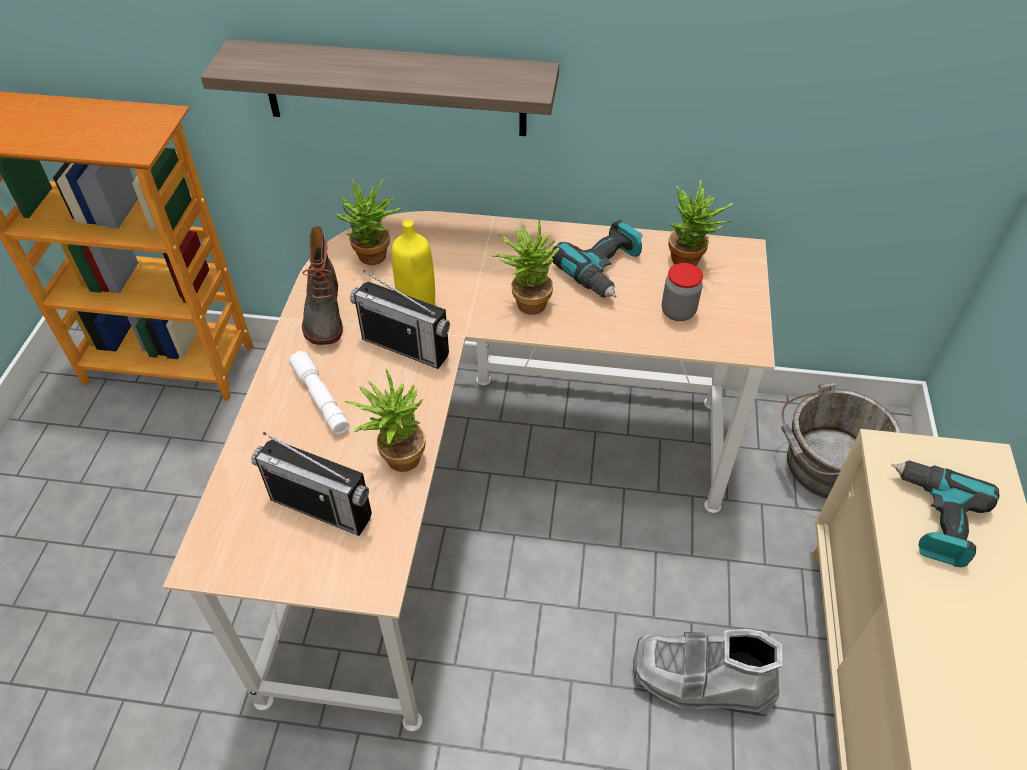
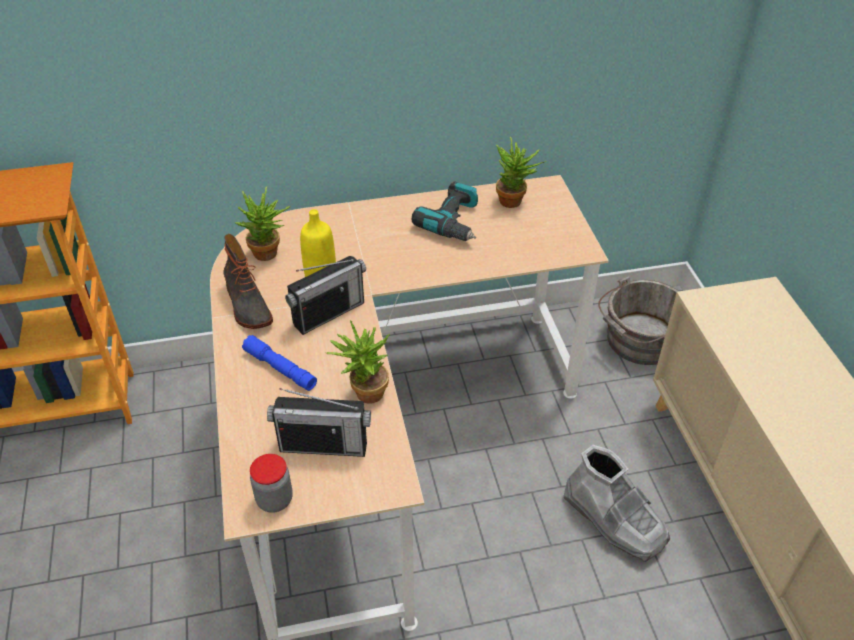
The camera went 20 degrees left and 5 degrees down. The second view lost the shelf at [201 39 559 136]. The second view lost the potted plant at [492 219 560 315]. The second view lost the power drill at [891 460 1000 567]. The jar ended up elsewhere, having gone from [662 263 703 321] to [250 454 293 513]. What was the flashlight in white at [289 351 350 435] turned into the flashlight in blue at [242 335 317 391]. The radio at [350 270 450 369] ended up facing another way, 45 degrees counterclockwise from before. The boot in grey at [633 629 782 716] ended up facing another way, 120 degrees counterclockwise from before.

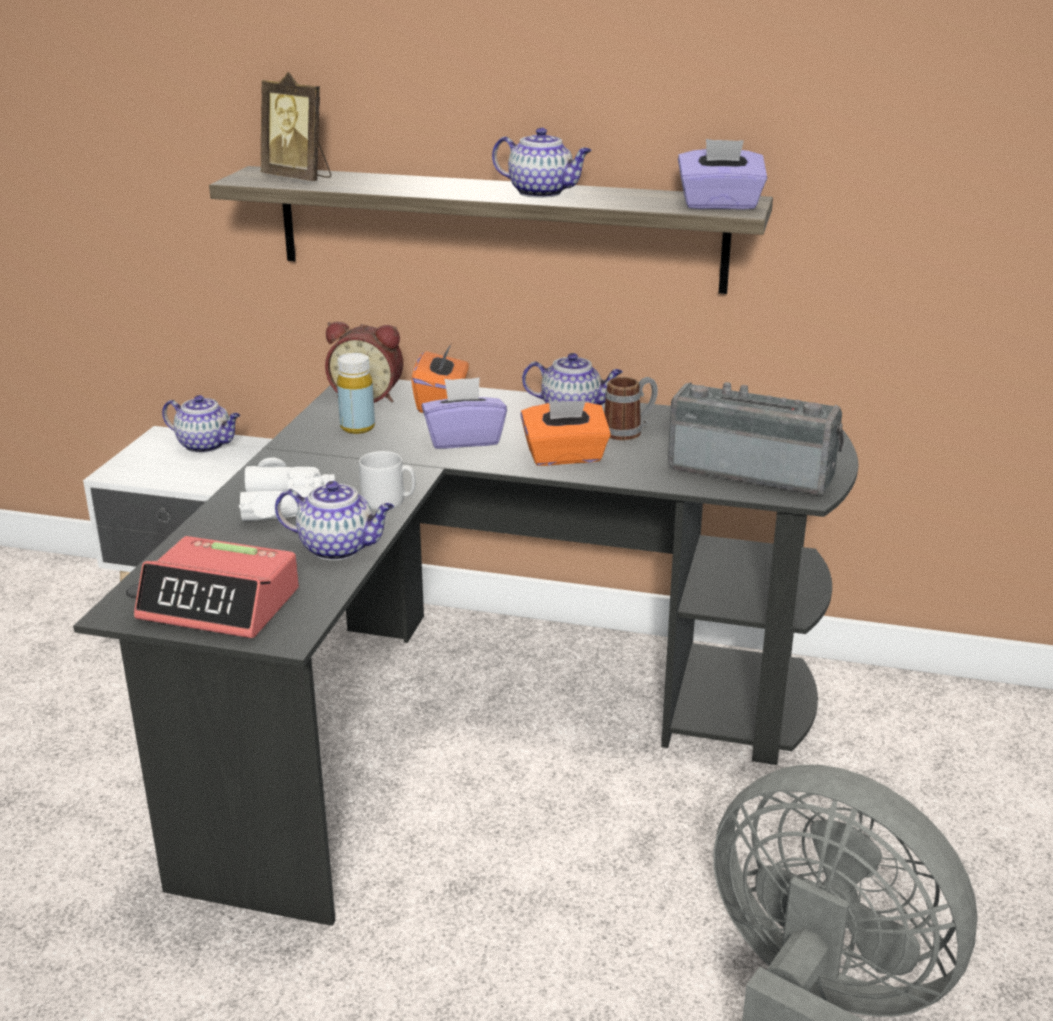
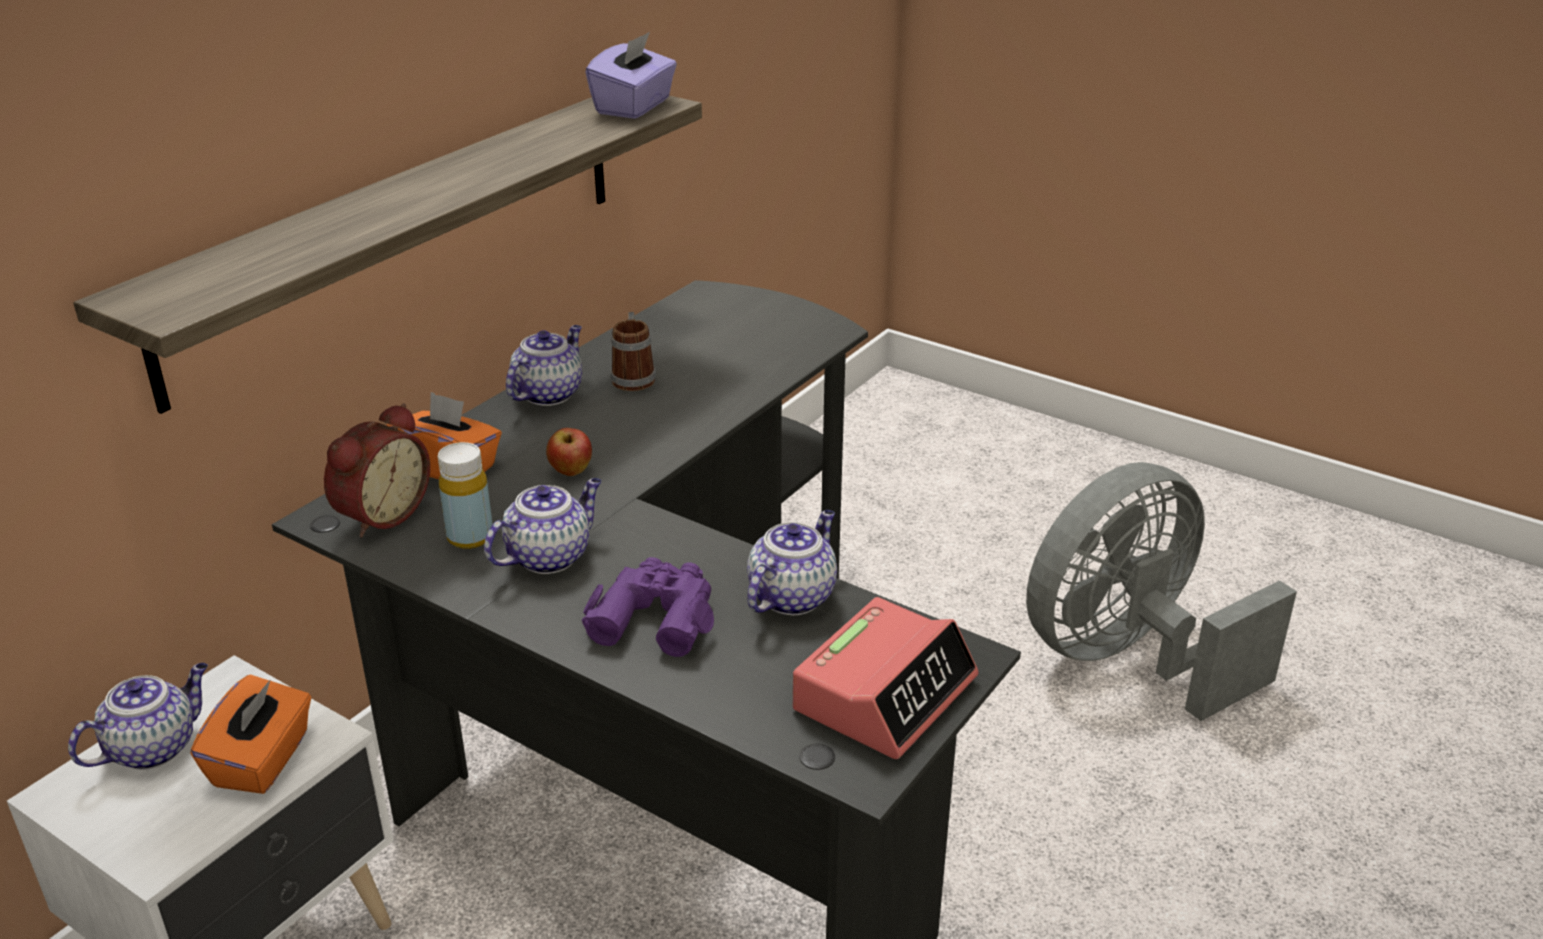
The camera went 70 degrees left and 5 degrees up. The second view lost the picture frame at [261 72 331 181]. The second view lost the mug in grey at [359 451 416 510]. The second view lost the radio at [668 382 844 495]. The teapot ended up elsewhere, having gone from [492 127 592 198] to [484 478 602 574]. The tissue box in orange ended up elsewhere, having gone from [520 400 611 466] to [191 675 312 794]. Where the tissue box in purple stood at [422 377 507 449], the apple came to stand at [546 428 592 476]. What was the binoculars in white at [239 457 335 521] turned into the binoculars in purple at [582 557 714 657].

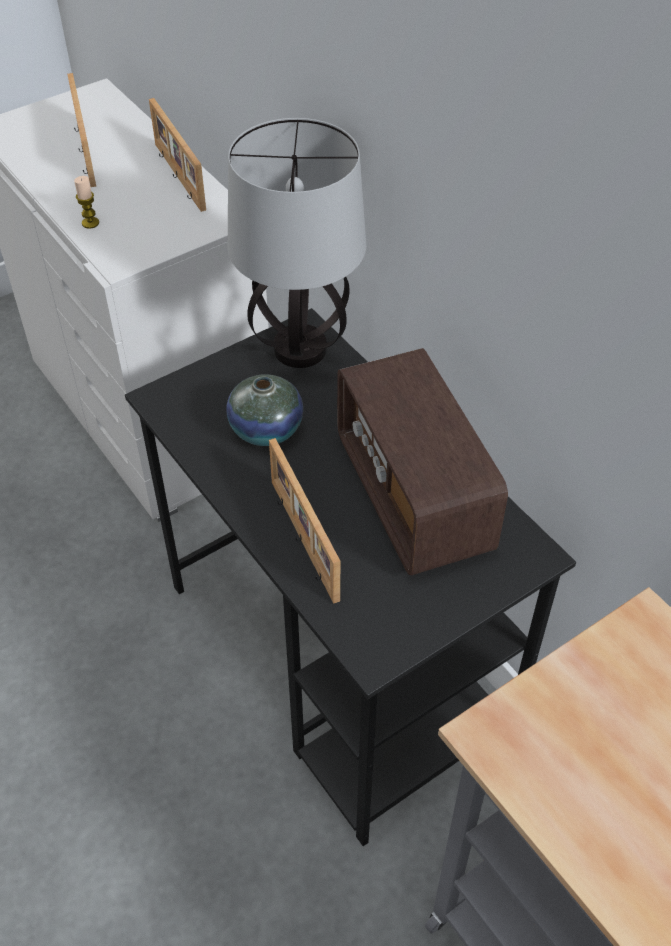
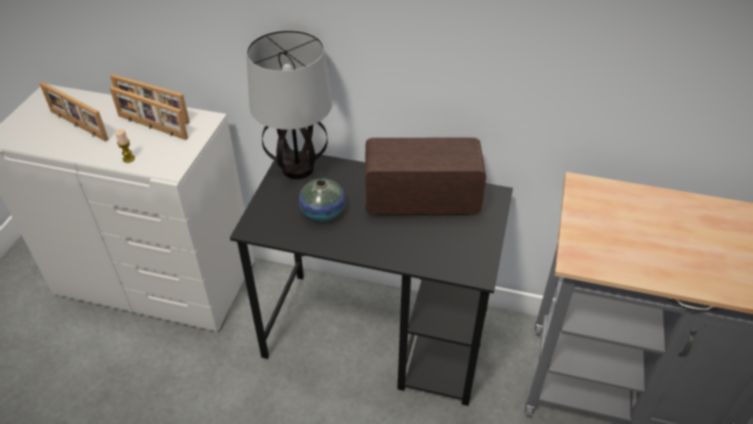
The camera went 40 degrees left and 5 degrees down. The picture frame ended up elsewhere, having gone from [269 438 340 604] to [110 86 188 140]. The radio at [337 348 508 575] ended up facing another way, 150 degrees clockwise from before.

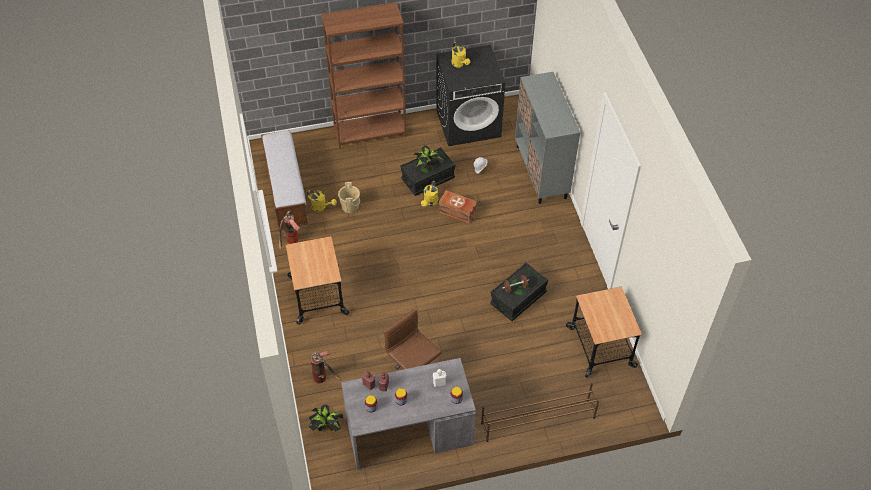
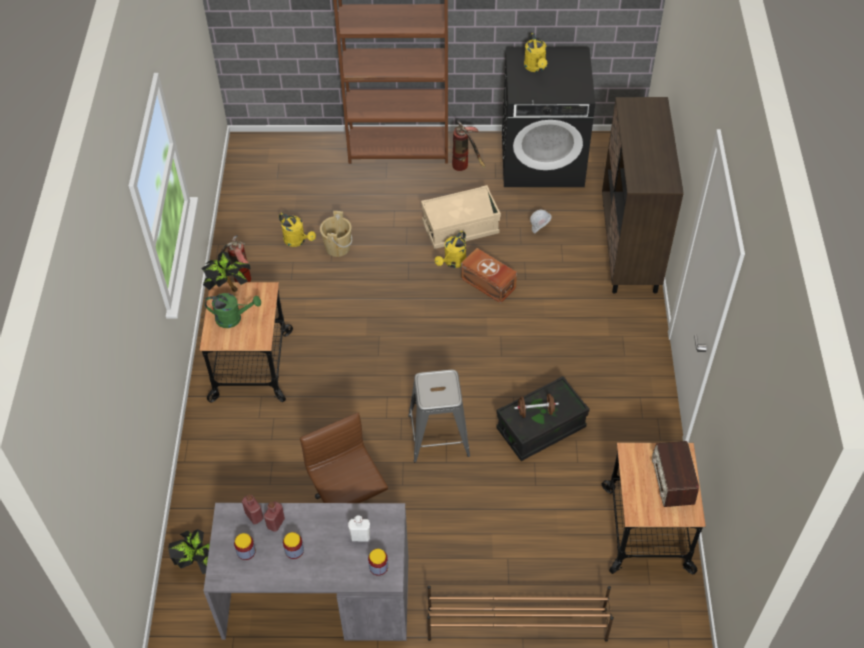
The camera went 15 degrees right and 0 degrees up. The second view lost the bench at [261 130 308 229]. The second view gained the watering can in green at [205 293 261 328]. The second view gained the stool in grey at [408 370 470 462]. The second view gained the radio at [652 441 699 507]. The fire extinguisher ended up elsewhere, having gone from [311 350 341 383] to [452 120 486 171]. The potted plant ended up elsewhere, having gone from [413 146 444 170] to [202 251 251 292]. What was the storage box in black at [400 147 456 196] turned into the storage box in beige at [421 185 501 249]. What was the cabinet in grey at [515 72 580 204] turned into the cabinet in brown at [602 97 684 294].

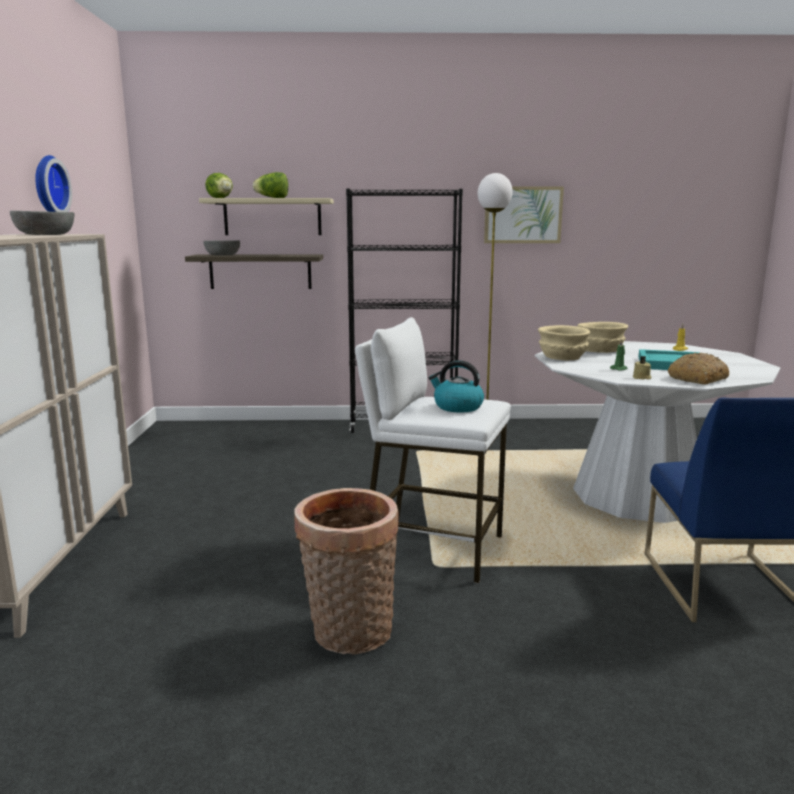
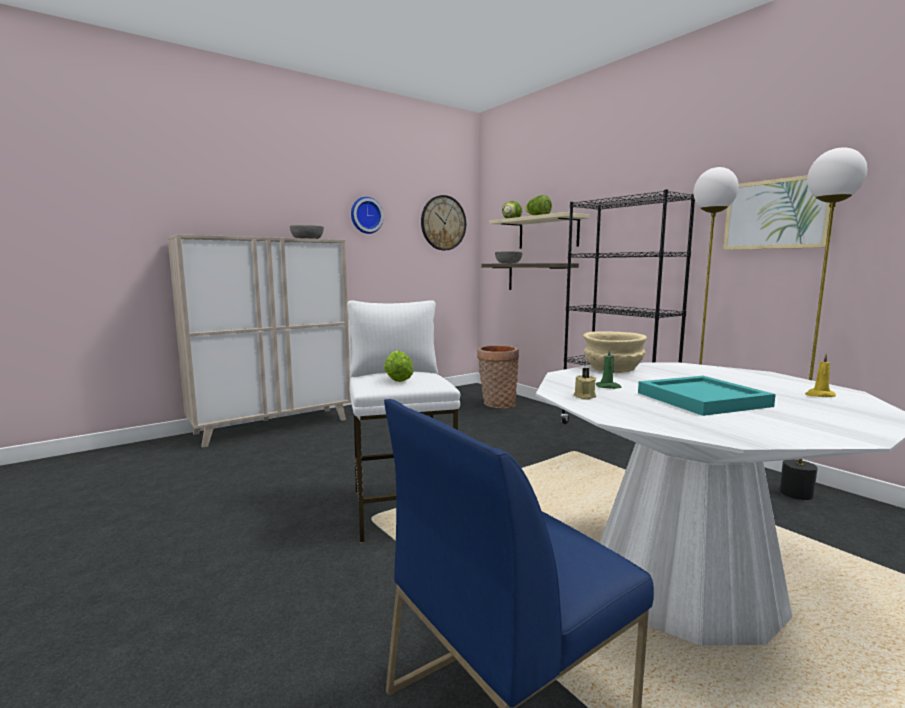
The camera went 55 degrees right and 5 degrees down. The second view lost the bowl in beige at [578 322 628 353]. The second view lost the bread at [668 353 729 384]. The second view gained the wall clock at [421 195 466 251]. The second view gained the floor lamp at [779 147 867 500]. The basket ended up elsewhere, having gone from [294 488 399 655] to [477 345 519 408]. Where the kettle stood at [429 360 484 412], the lettuce came to stand at [384 350 413 382].

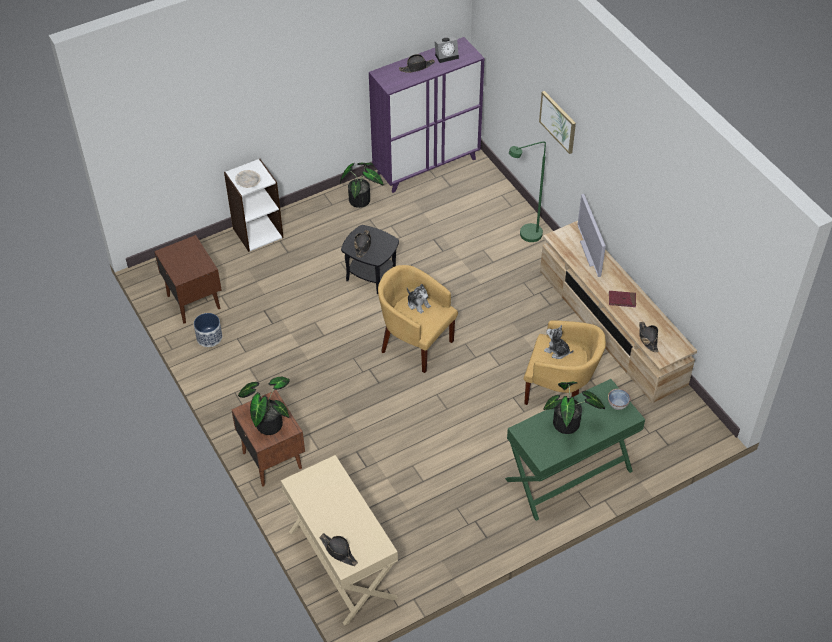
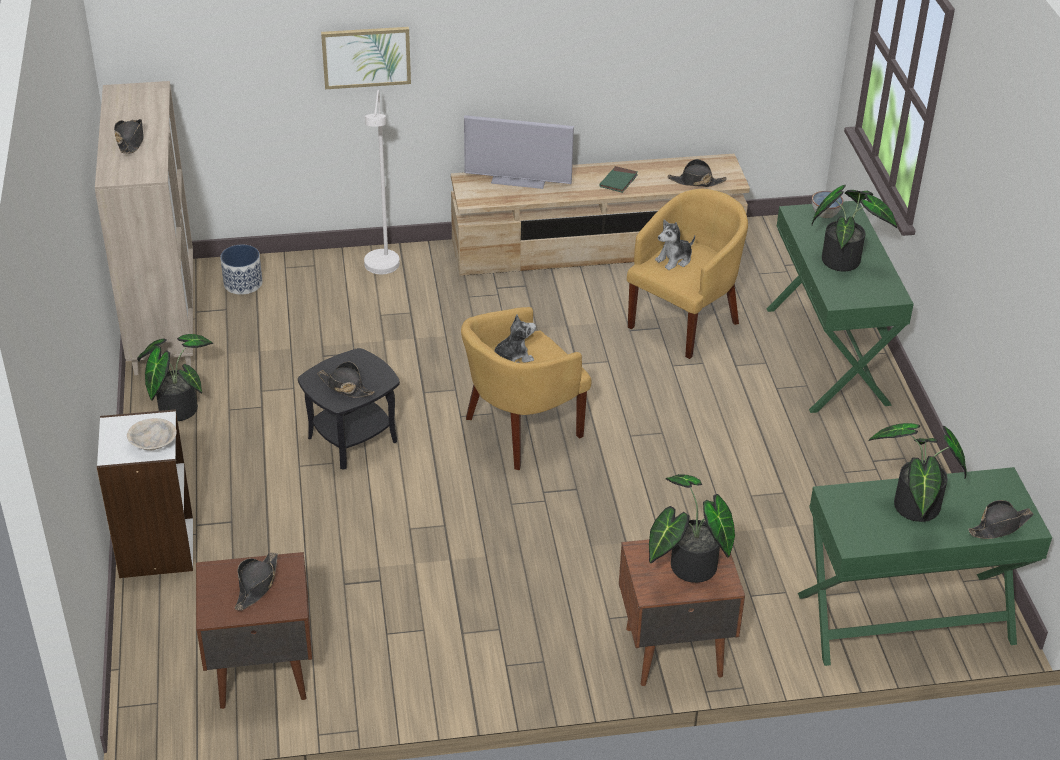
The camera went 70 degrees left and 10 degrees down. The second view lost the alarm clock at [434 37 459 63]. The second view gained the hat in black at [235 552 278 611]. The second view gained the potted plant at [868 423 967 522]. The planter ended up elsewhere, having gone from [194 313 222 347] to [220 245 263 295]. What was the console table in beige at [281 455 398 626] turned into the console table in green at [798 467 1052 666]. What was the cabinet in purple at [369 37 484 193] turned into the cabinet in beige at [95 81 193 375]. What was the floor lamp in green at [509 141 546 242] turned into the floor lamp in white at [364 90 400 274]. What was the book in red at [609 291 636 307] turned into the book in green at [599 166 638 193].

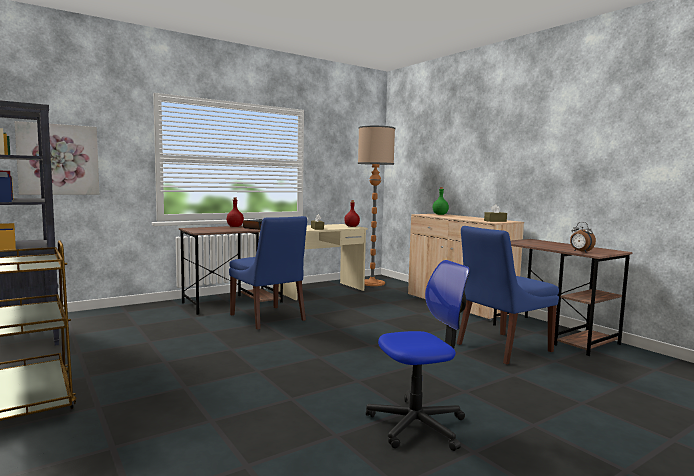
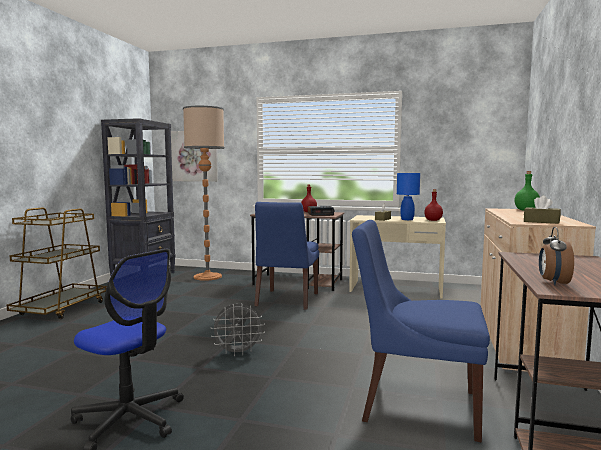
The camera went 50 degrees right and 0 degrees up. The second view gained the fan in grey at [211 304 265 356]. The second view gained the table lamp in blue at [397 173 420 220]. The floor lamp ended up elsewhere, having gone from [358 126 395 286] to [183 106 225 281].

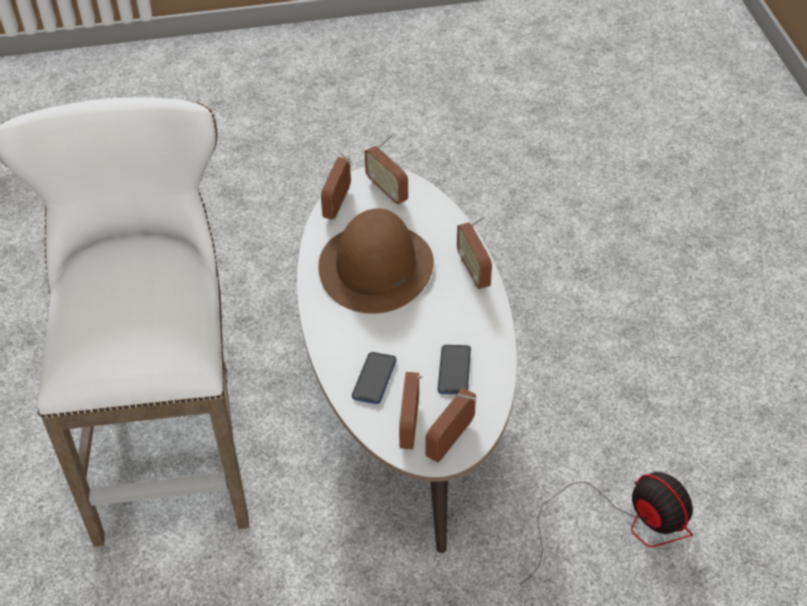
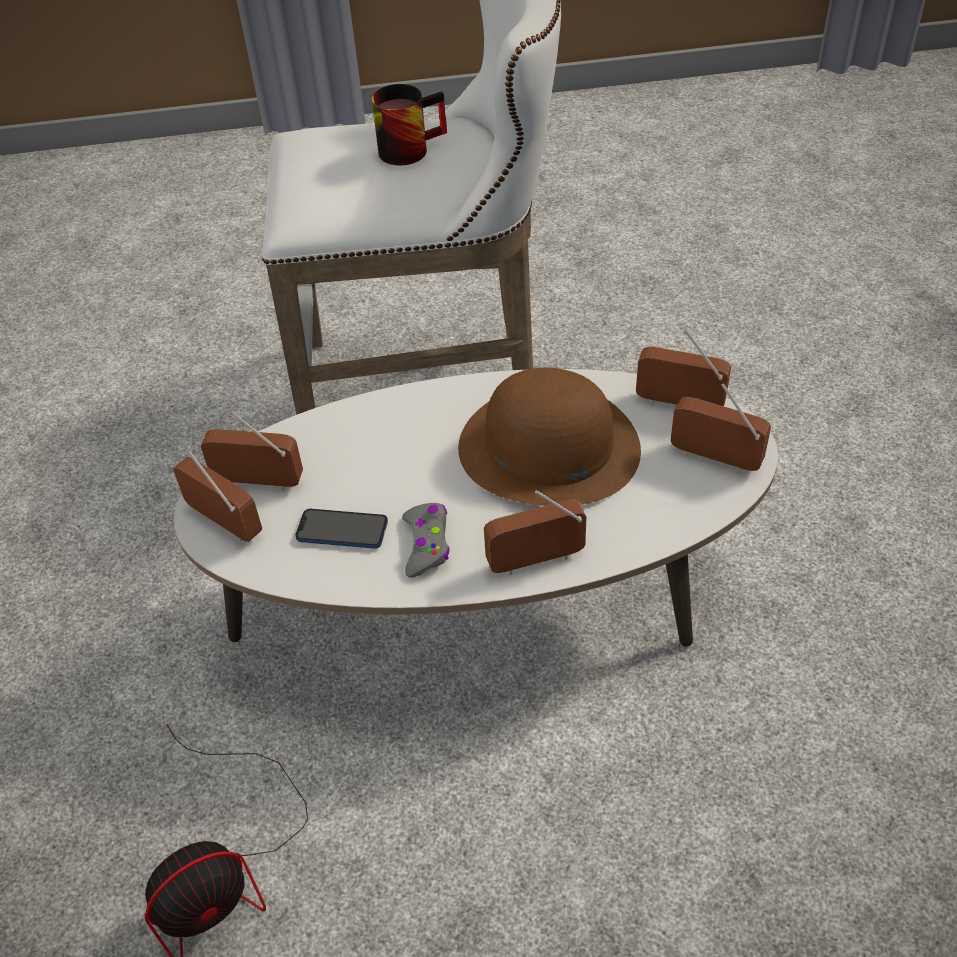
The camera went 95 degrees right and 0 degrees up. The second view lost the phone at [352 352 397 404]. The second view gained the mug at [372 84 447 166]. The second view gained the game controller in grey at [402 503 450 578]. The radio at [365 135 408 204] ended up facing another way, 60 degrees clockwise from before.

